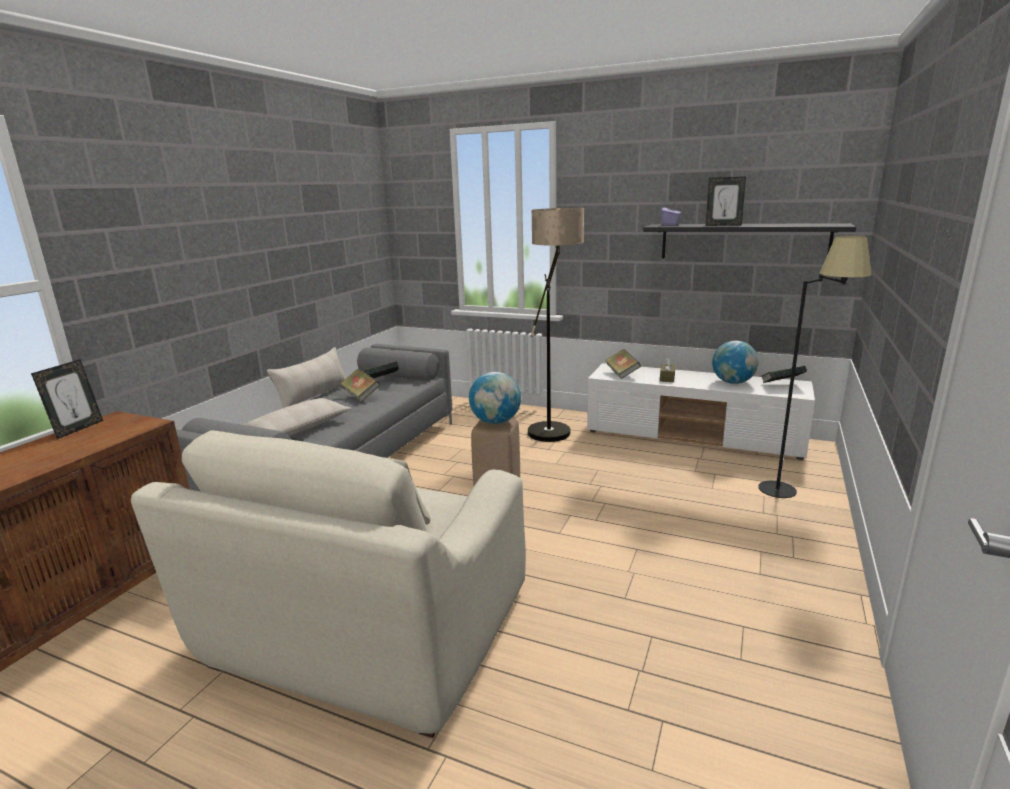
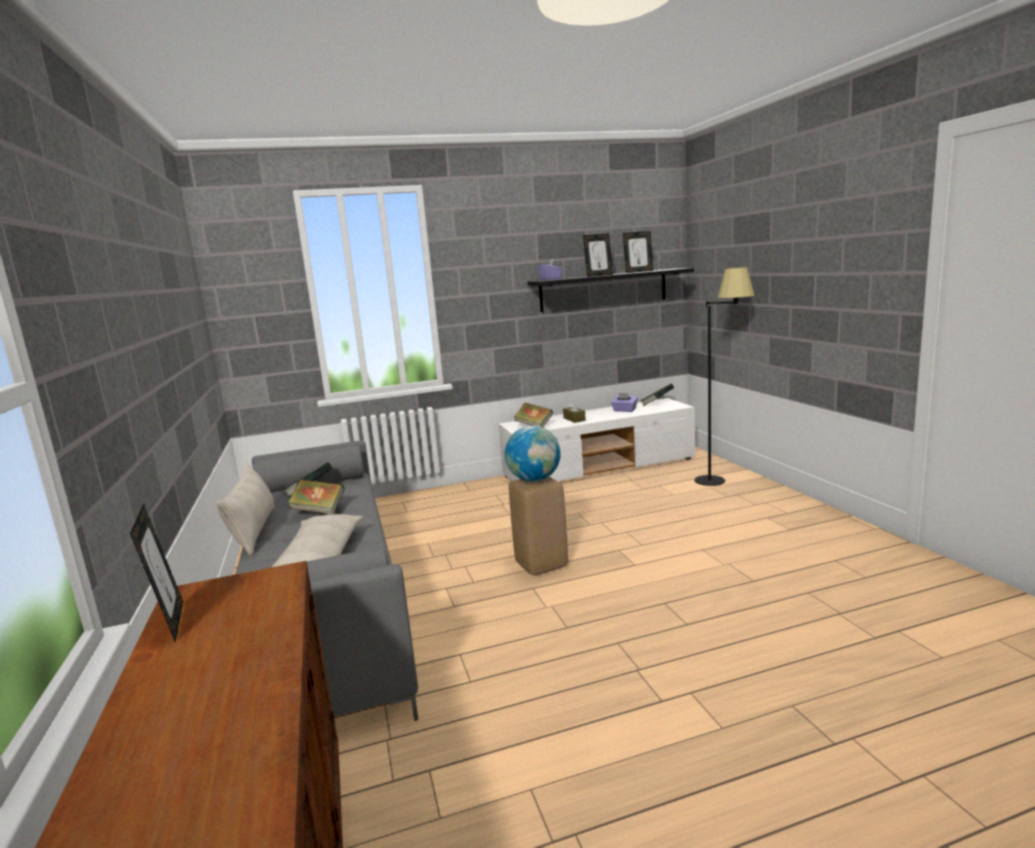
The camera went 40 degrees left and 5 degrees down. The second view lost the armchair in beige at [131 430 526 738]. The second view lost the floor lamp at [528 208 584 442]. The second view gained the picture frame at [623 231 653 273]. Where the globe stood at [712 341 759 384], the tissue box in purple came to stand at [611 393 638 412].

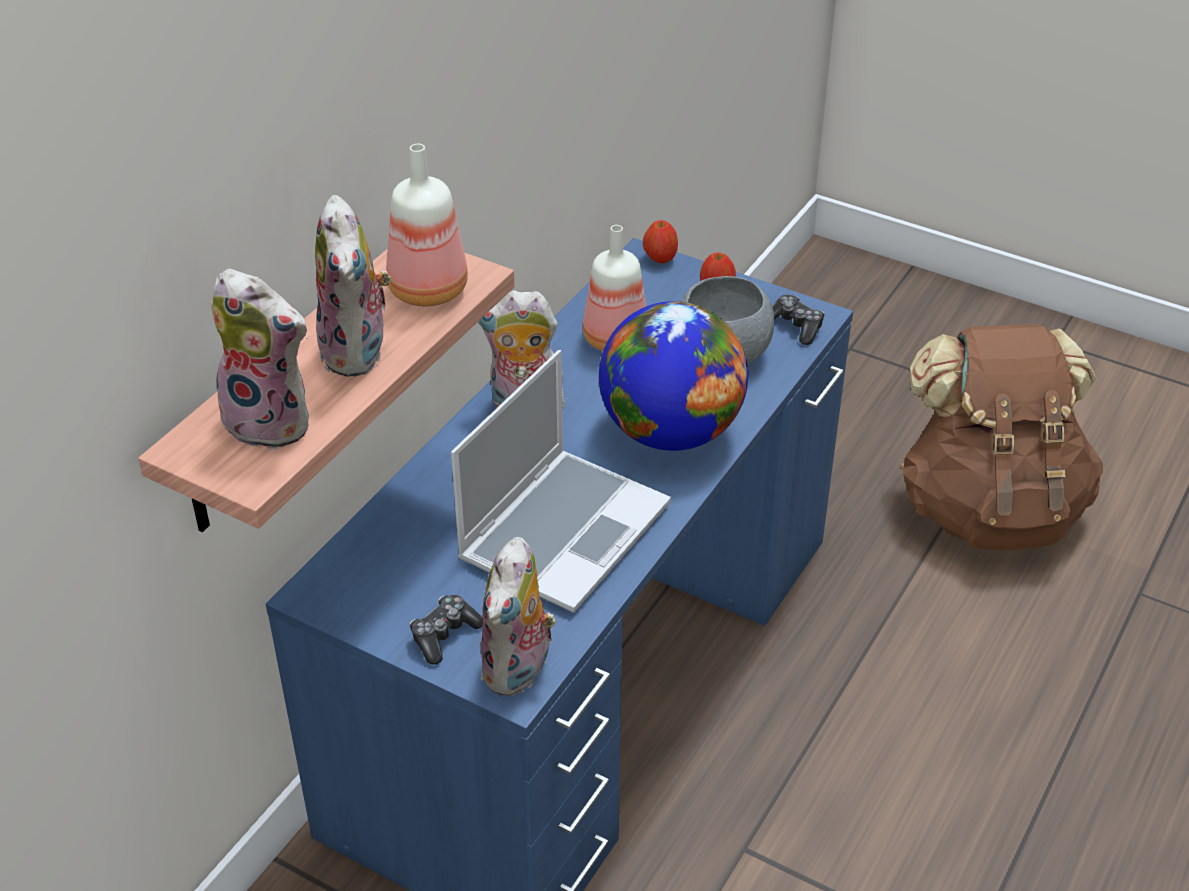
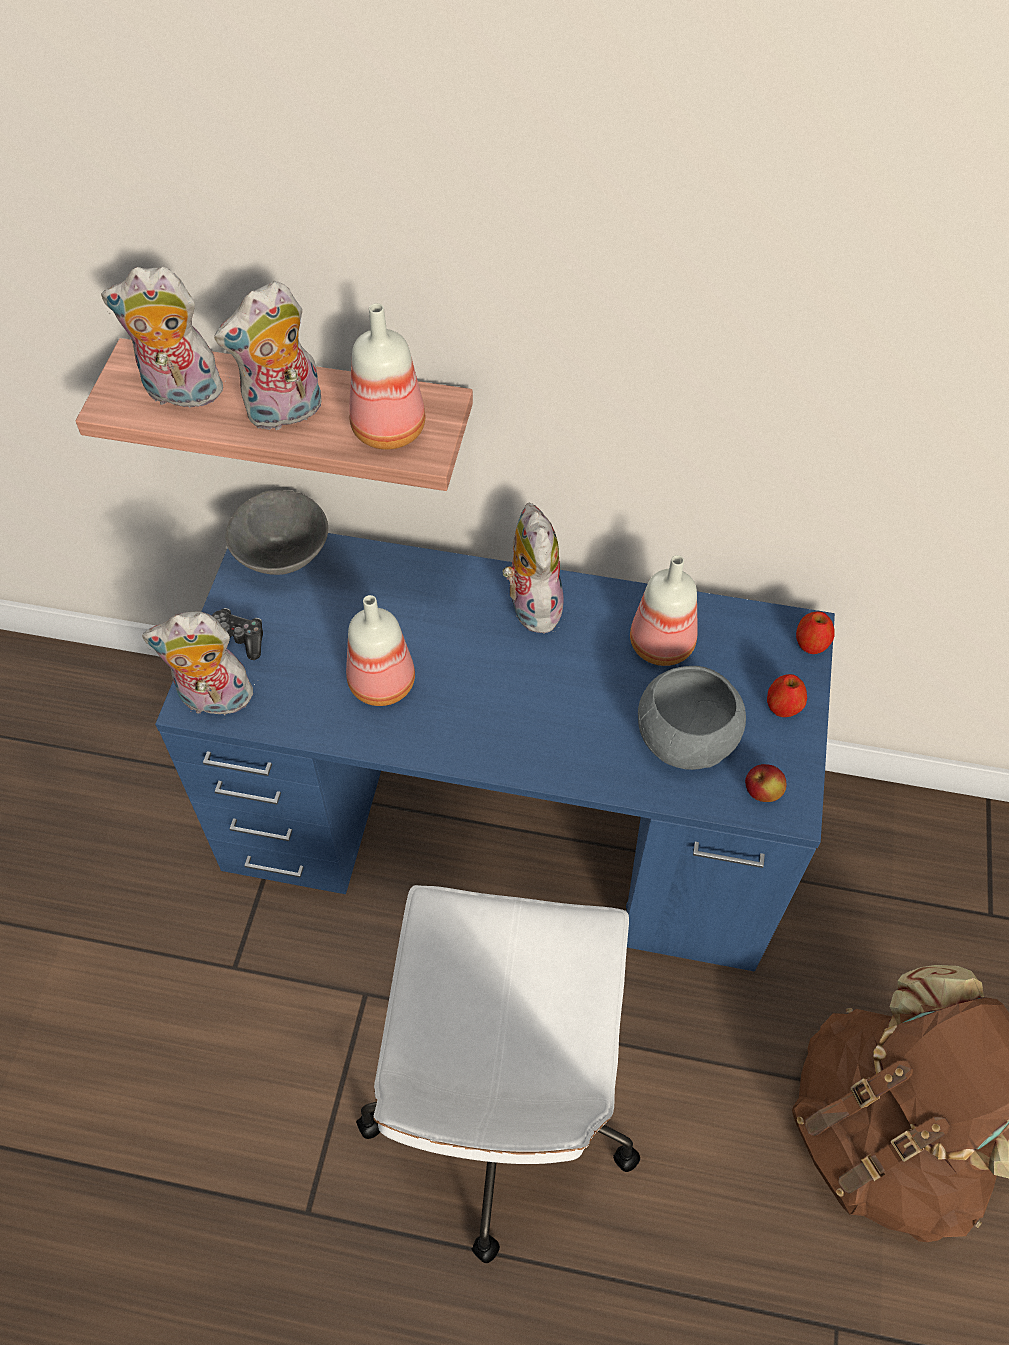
The camera went 70 degrees right and 15 degrees up. The second view lost the globe at [599 301 748 451]. The second view gained the bowl in grey at [225 490 328 575]. The second view gained the office chair in white at [356 885 640 1263]. Where the laptop stood at [451 350 671 613], the bottle came to stand at [346 595 415 706]. Where the game controller stood at [772 294 825 345], the apple came to stand at [745 764 786 802]. The plush toy at [211 269 309 450] ended up facing another way, 90 degrees clockwise from before.

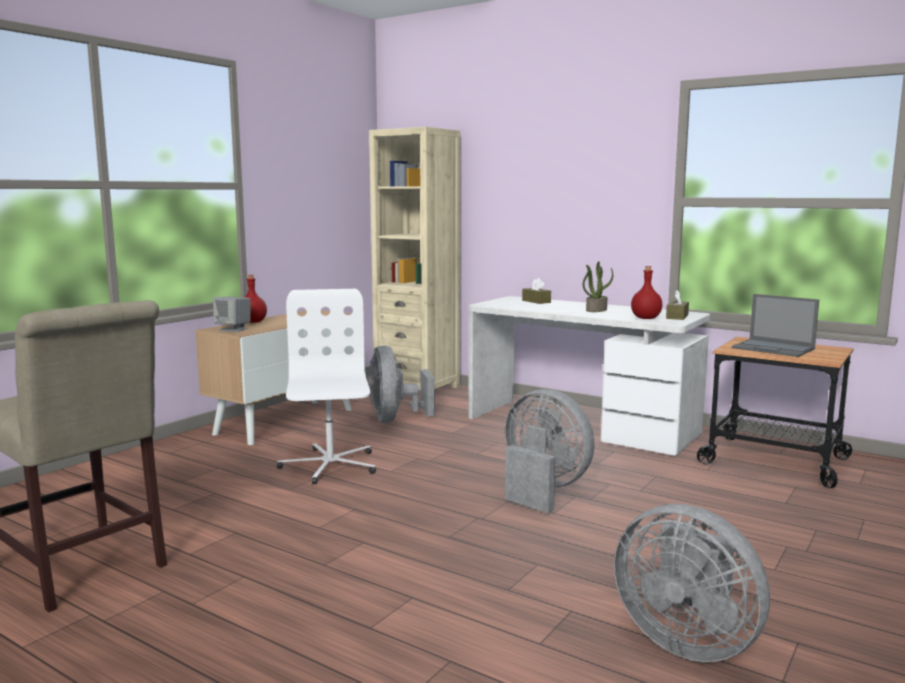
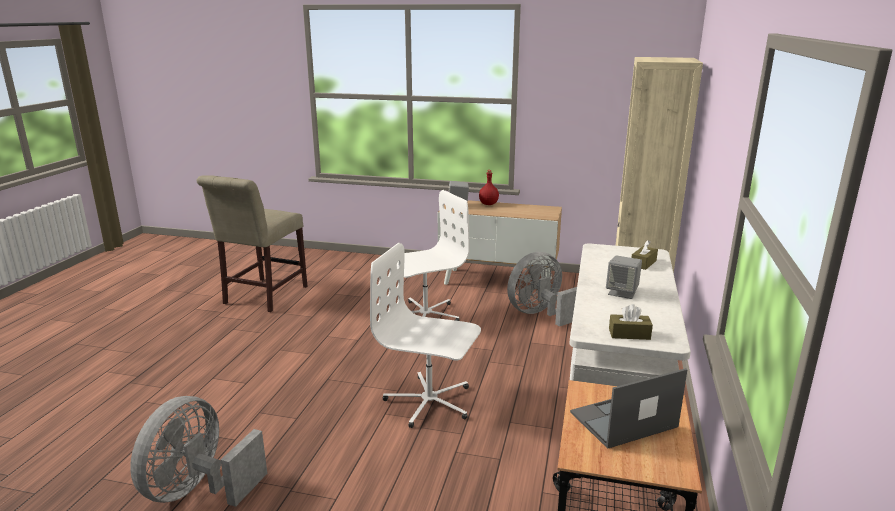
The camera went 70 degrees right and 10 degrees up. The second view lost the bottle in red at [631 266 662 319]. Where the fan in grey stood at [505 389 594 513], the office chair in white came to stand at [370 243 481 428]. Where the potted plant stood at [583 261 613 312], the speaker in grey came to stand at [606 256 642 299]. The laptop at [732 294 819 357] ended up facing another way, 45 degrees clockwise from before.

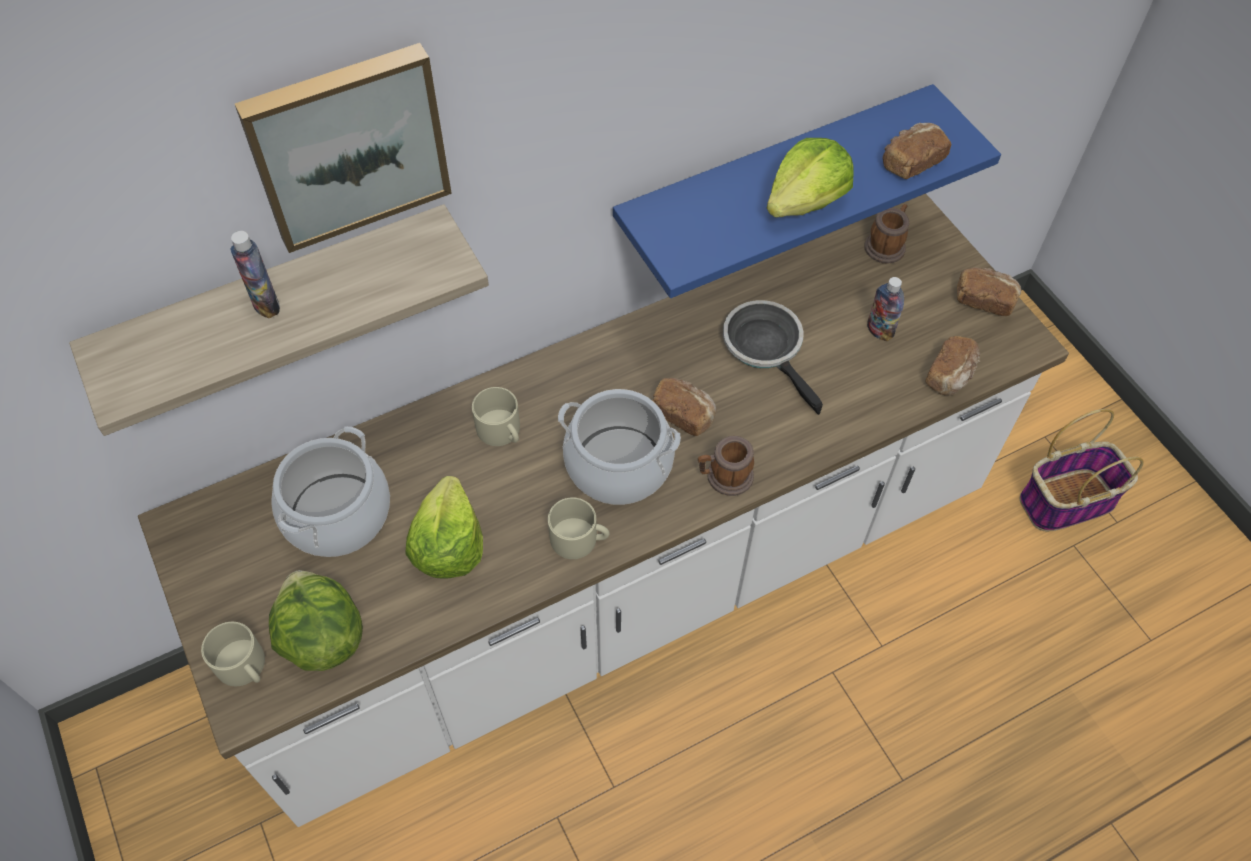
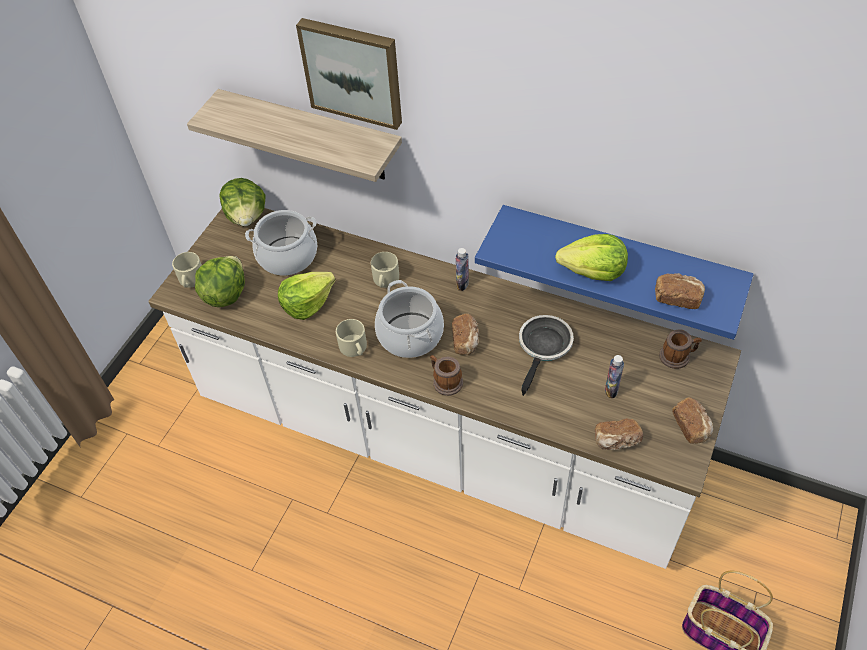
The camera went 55 degrees right and 5 degrees down. The second view gained the lettuce at [219 178 266 226]. The bottle ended up elsewhere, having gone from [231 231 280 318] to [456 248 469 291].

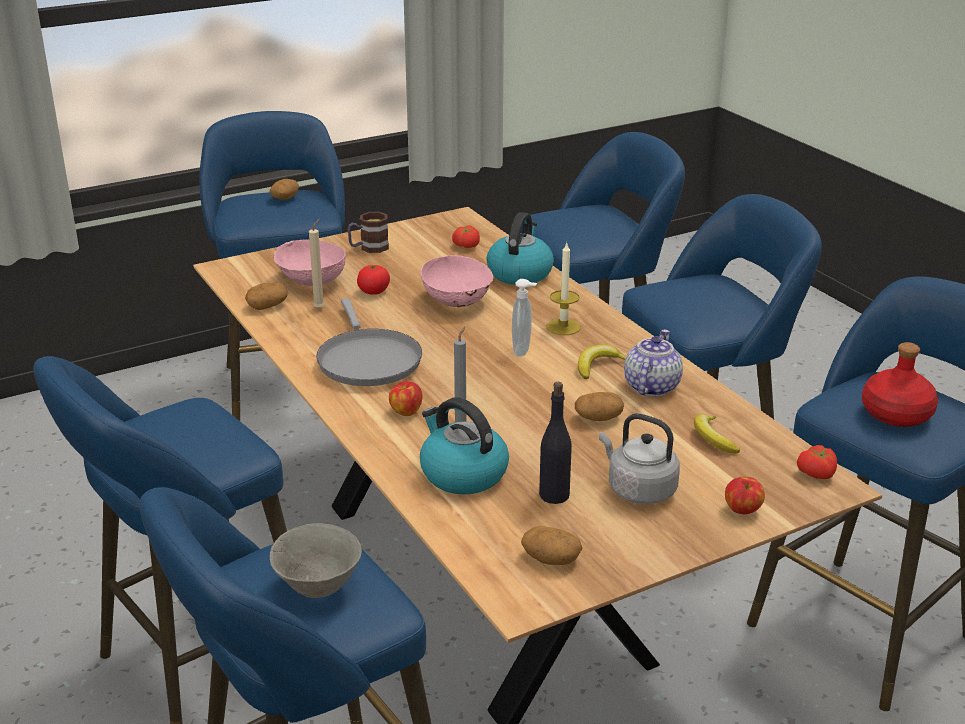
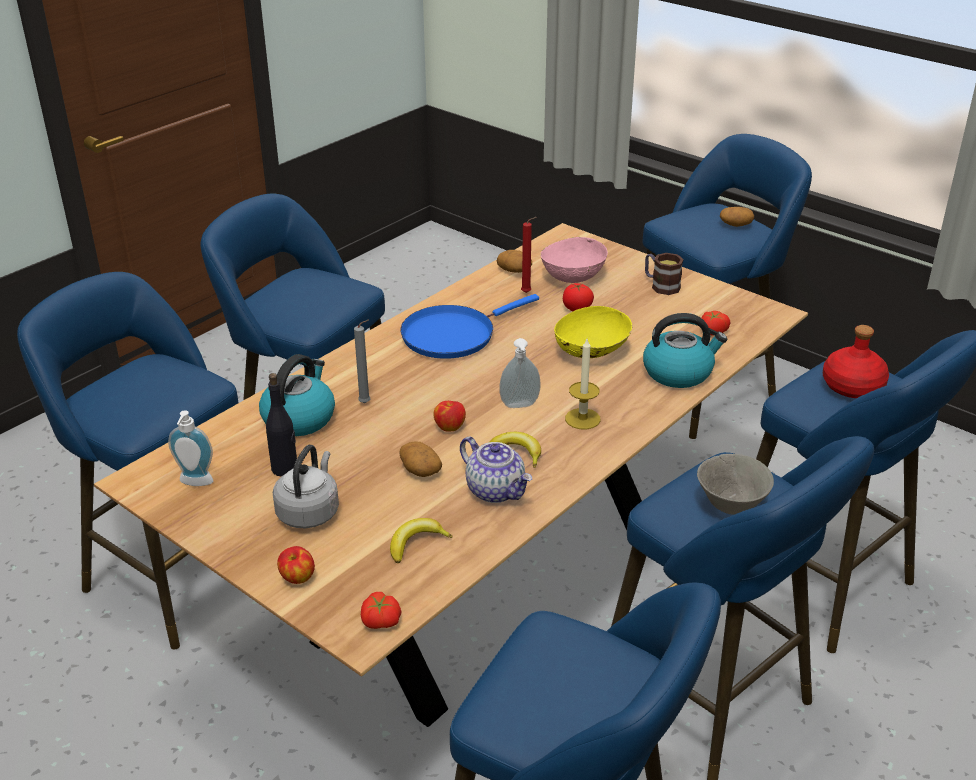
The camera went 70 degrees right and 5 degrees up. The bowl in grey ended up elsewhere, having gone from [270 523 362 598] to [697 454 774 514]. The apple ended up elsewhere, having gone from [389 381 423 416] to [433 401 466 431]. The bottle in red ended up elsewhere, having gone from [862 342 938 427] to [823 325 889 398]. Where the potato stood at [521 526 583 565], the soap dispenser came to stand at [168 410 213 486]. What was the candle in beige at [309 219 325 309] turned into the candle in red at [521 217 536 293]. What was the frying pan in grey at [316 298 422 386] turned into the frying pan in blue at [400 294 539 359]. What was the bowl in pink at [421 255 494 307] turned into the bowl in yellow at [554 306 632 358]. The teapot at [624 330 683 397] ended up facing another way, 45 degrees clockwise from before.

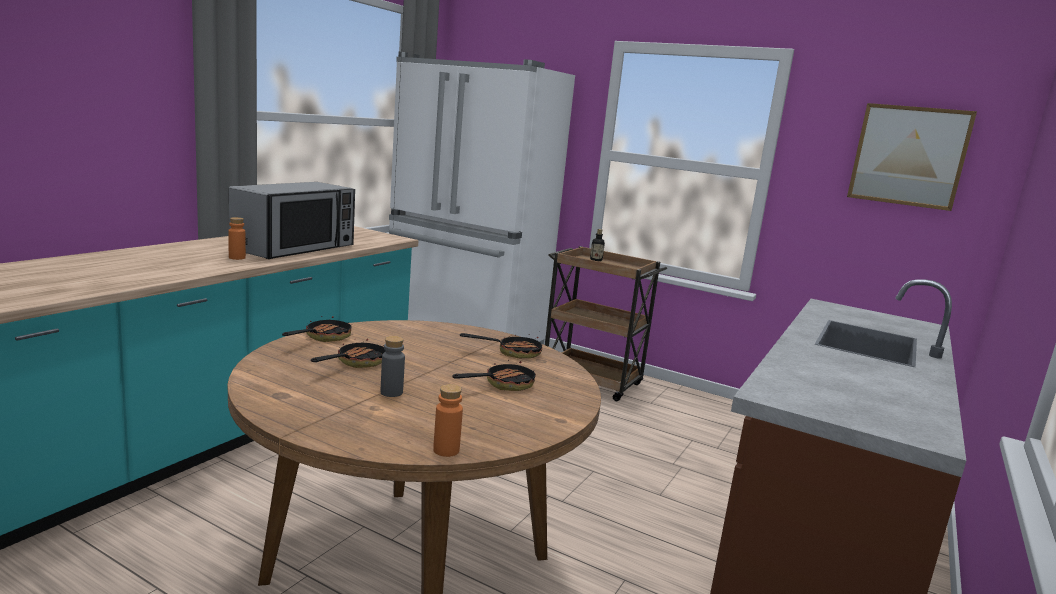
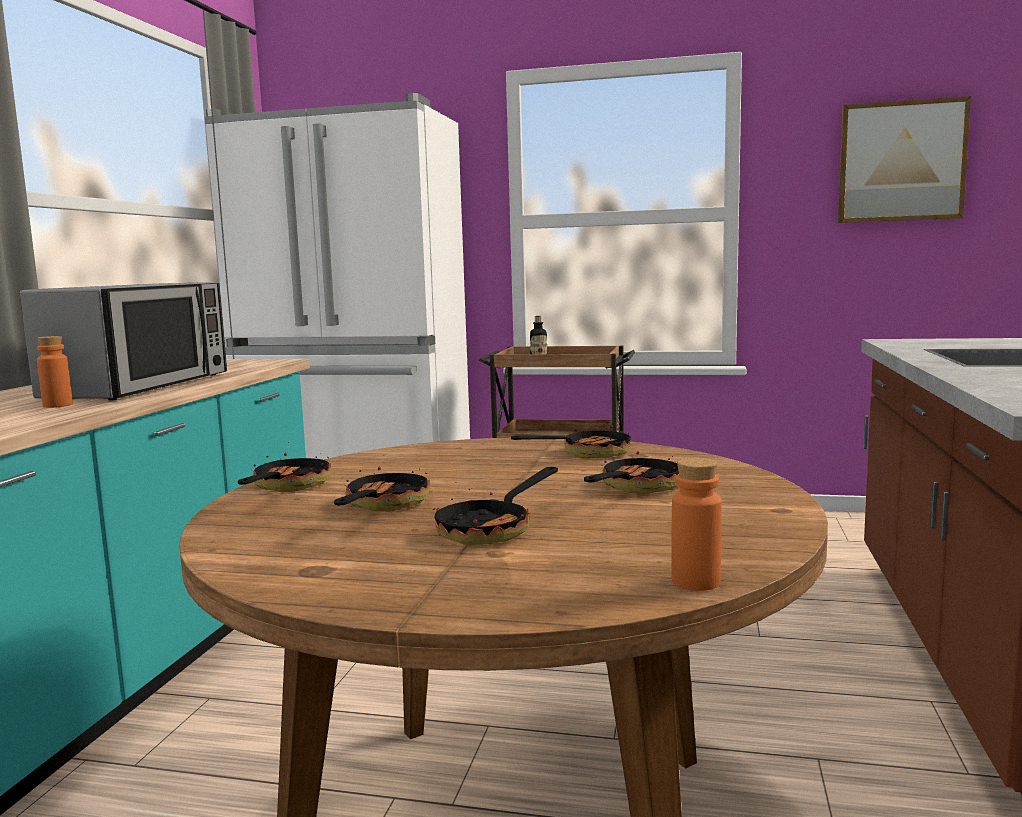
The camera went 15 degrees left and 5 degrees down. Where the bottle in grey stood at [381 336 405 397], the frying pan came to stand at [433 467 558 545].

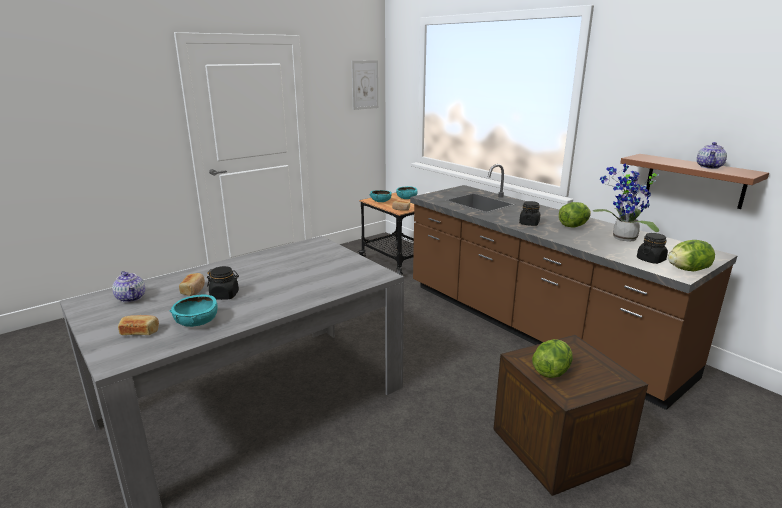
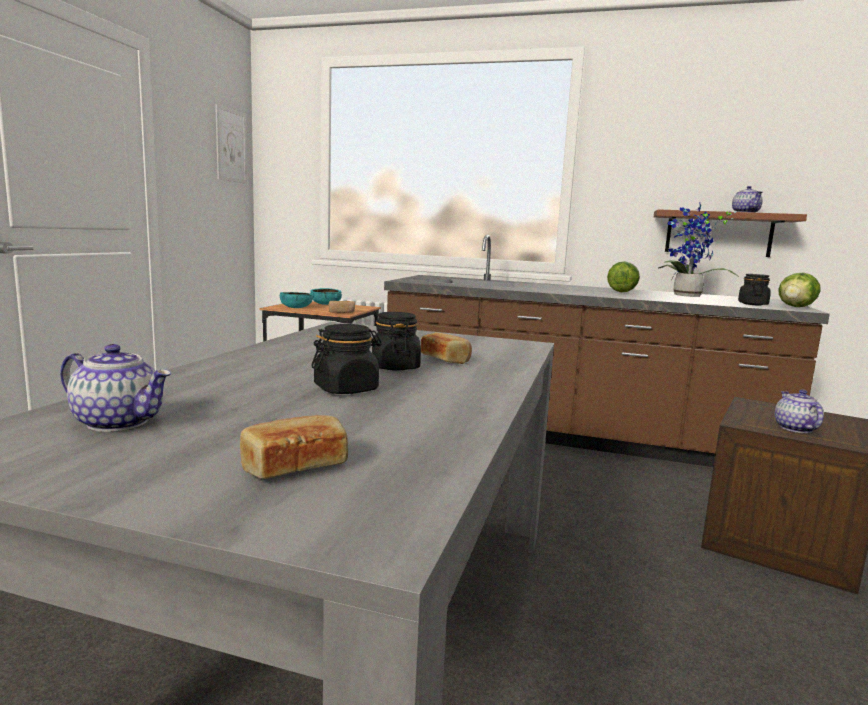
The camera went 35 degrees left and 10 degrees down. The second view lost the bowl in turquoise at [170 294 218 327]. The bread ended up elsewhere, having gone from [179 273 205 296] to [421 332 472 364]. The jar in black ended up elsewhere, having gone from [519 201 540 226] to [372 312 421 371]. Where the lettuce stood at [532 339 573 378], the teapot came to stand at [775 389 824 433].

